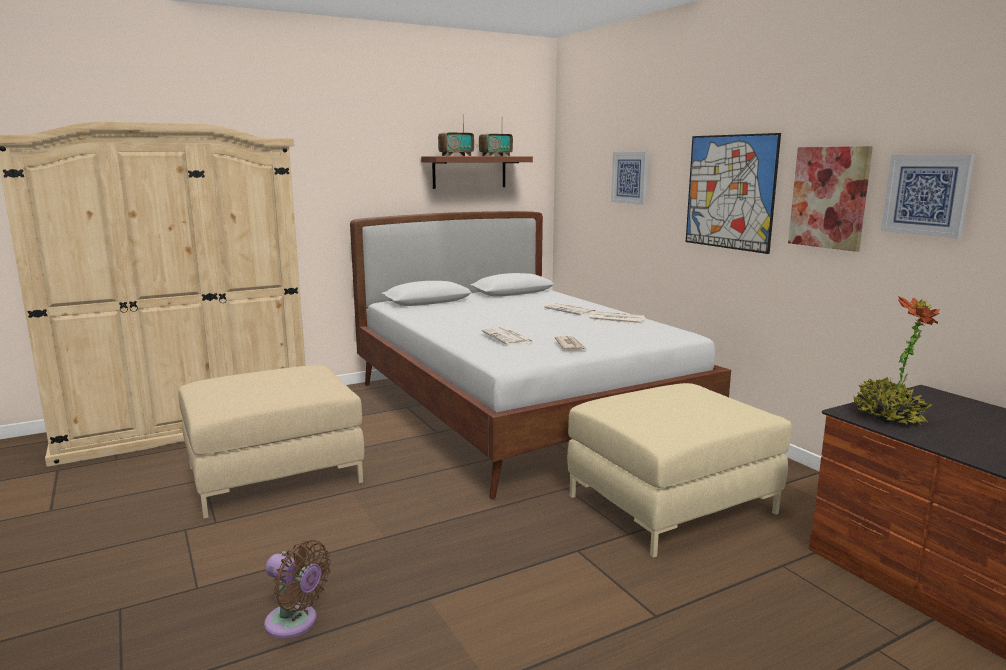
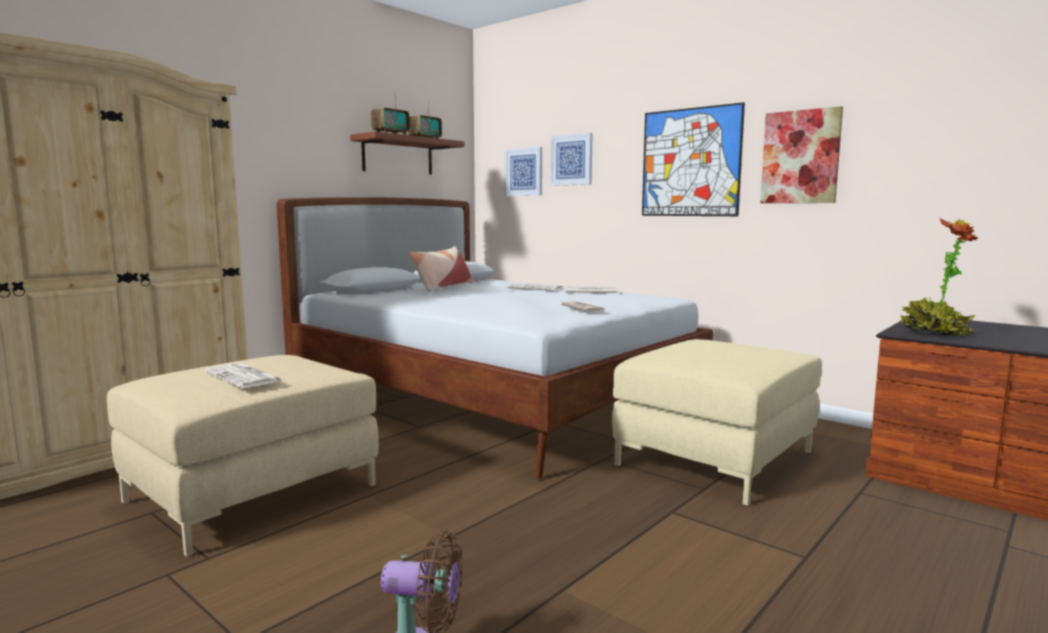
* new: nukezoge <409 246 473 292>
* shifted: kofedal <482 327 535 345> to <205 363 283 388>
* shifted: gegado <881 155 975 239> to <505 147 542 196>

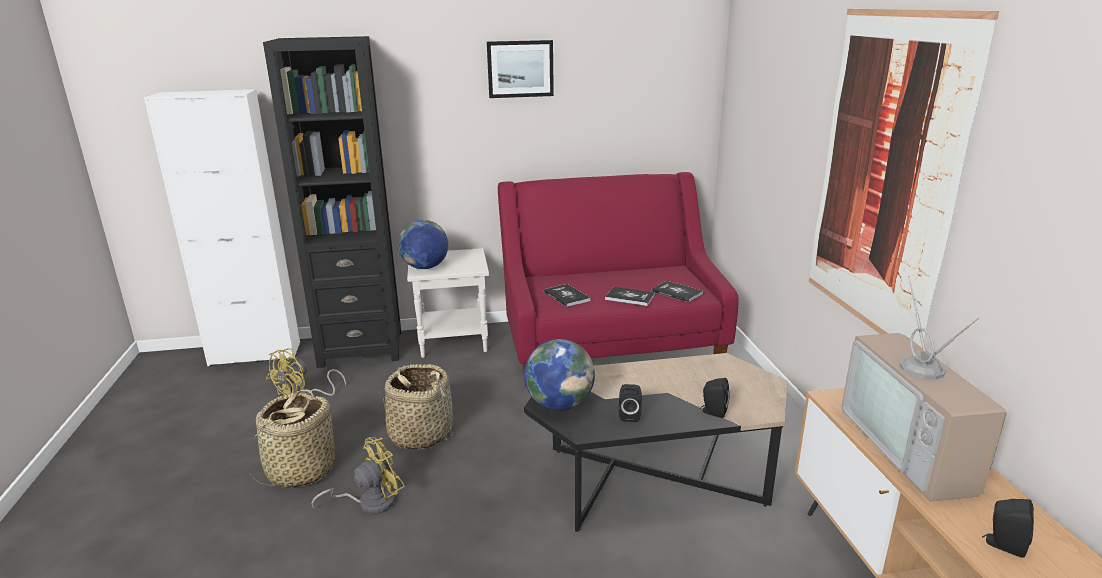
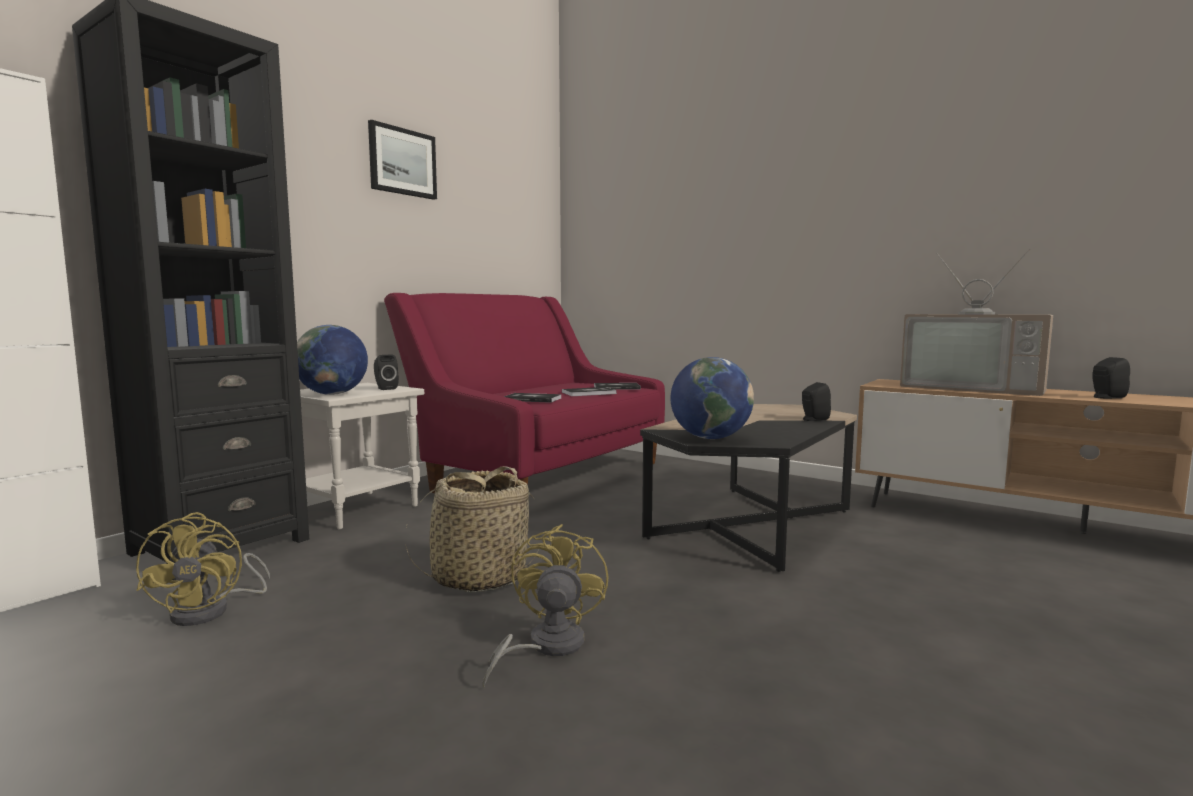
* gone: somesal <251 389 335 488>
* gone: gegado <809 9 999 347>
* shifted: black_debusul <619 384 642 422> to <374 355 399 390>

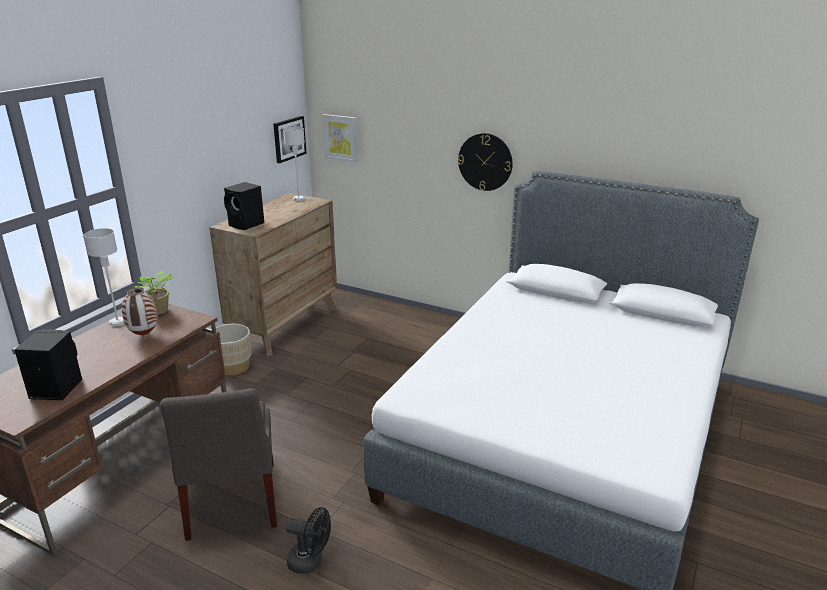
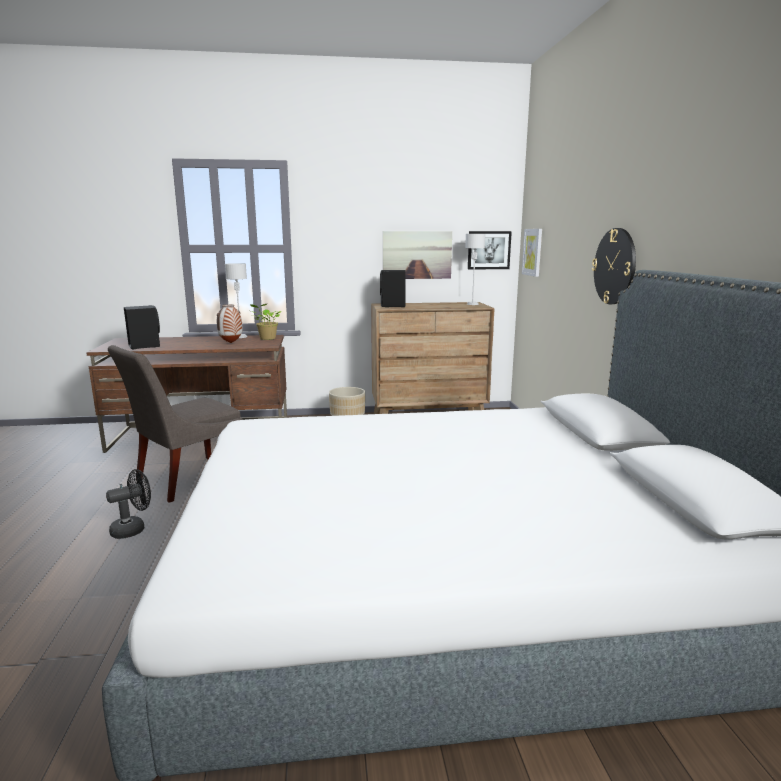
* new: gegado <383 231 452 279>
* rotated: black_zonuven <286 507 331 574> = <106 469 151 539> 105 degrees counterclockwise

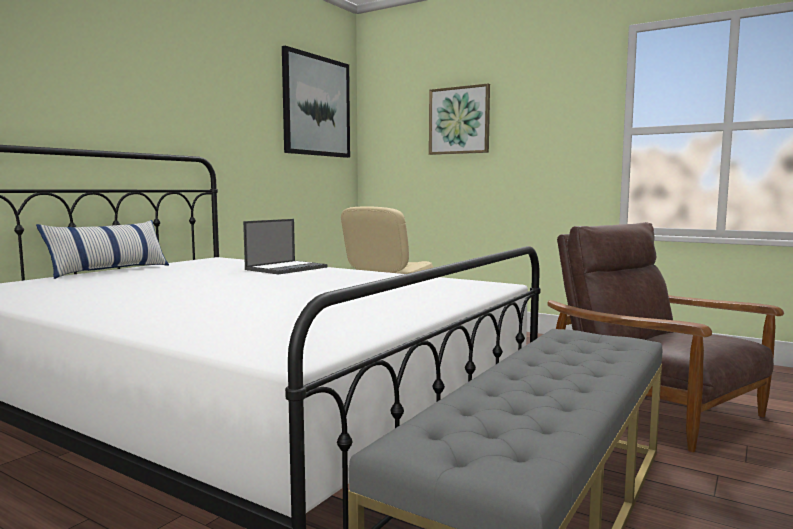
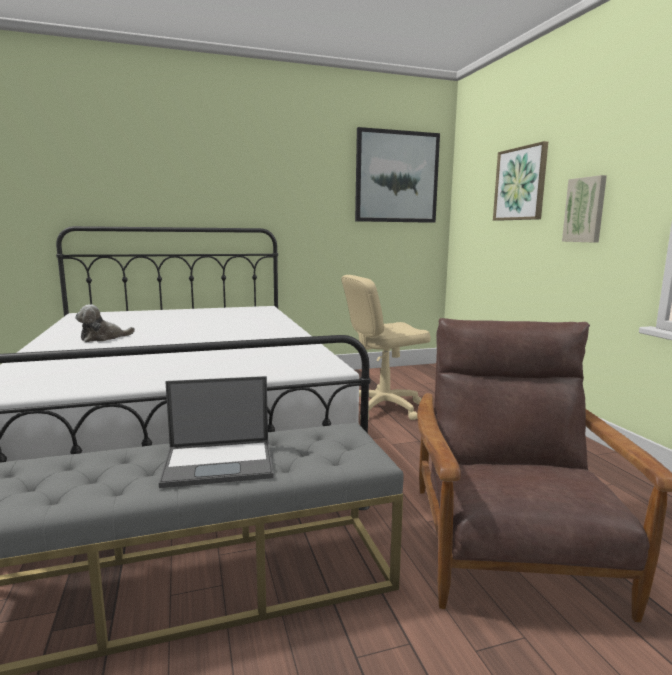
* gone: nukezoge <36 220 169 279>
* new: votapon <75 304 135 342>
* new: gegado <562 175 607 243>
* shifted: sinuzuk <243 219 328 275> to <159 376 273 488>

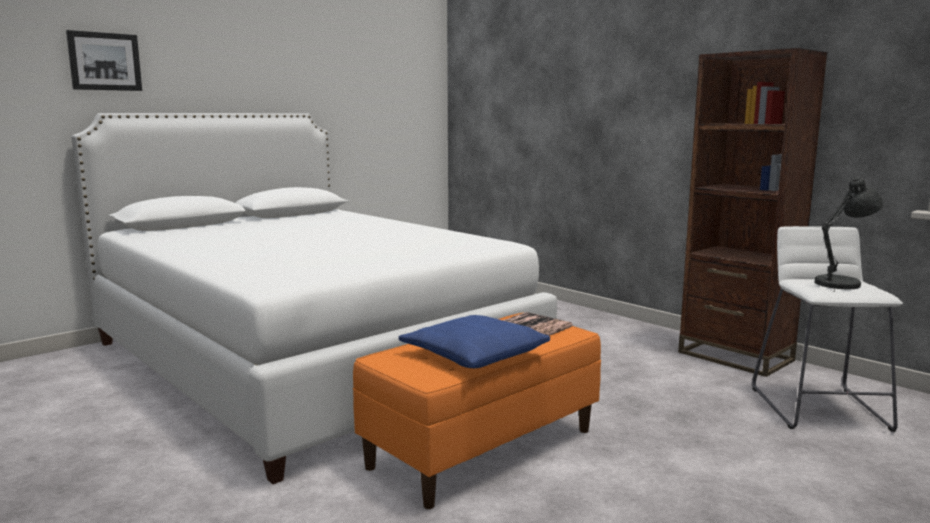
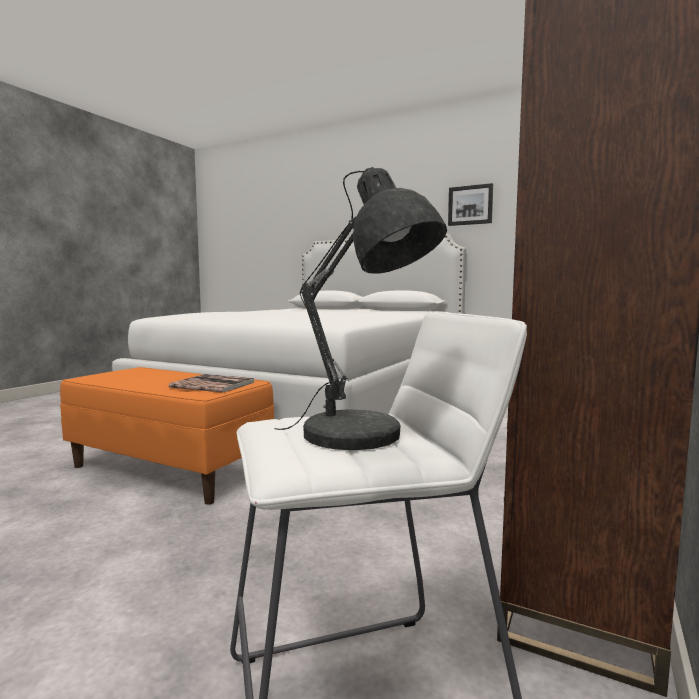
* gone: blue_nukezoge <399 315 550 368>
* shifted: gegado <66 30 142 91> to <448 183 493 226>

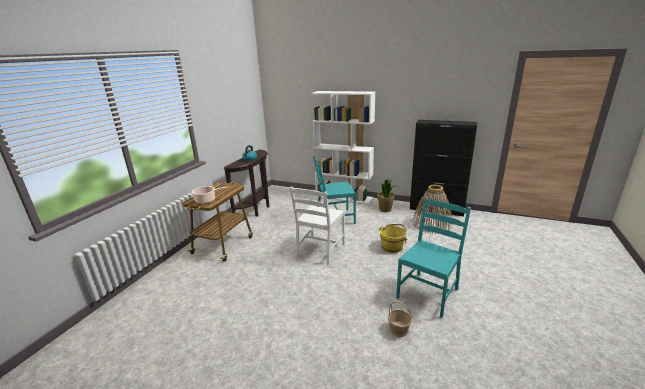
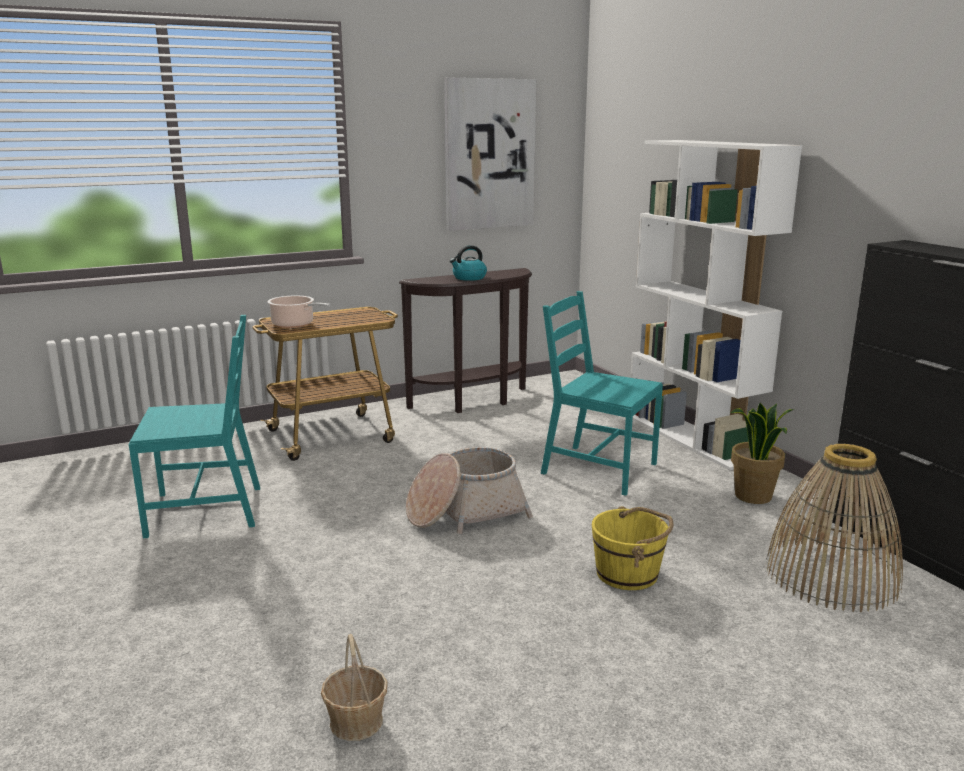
* new: gegado <444 77 536 231>
* shifted: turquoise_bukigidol <396 197 471 318> to <129 315 260 538>
* swapped: white_bukigidol <290 187 345 265> to somesal <406 447 533 534>

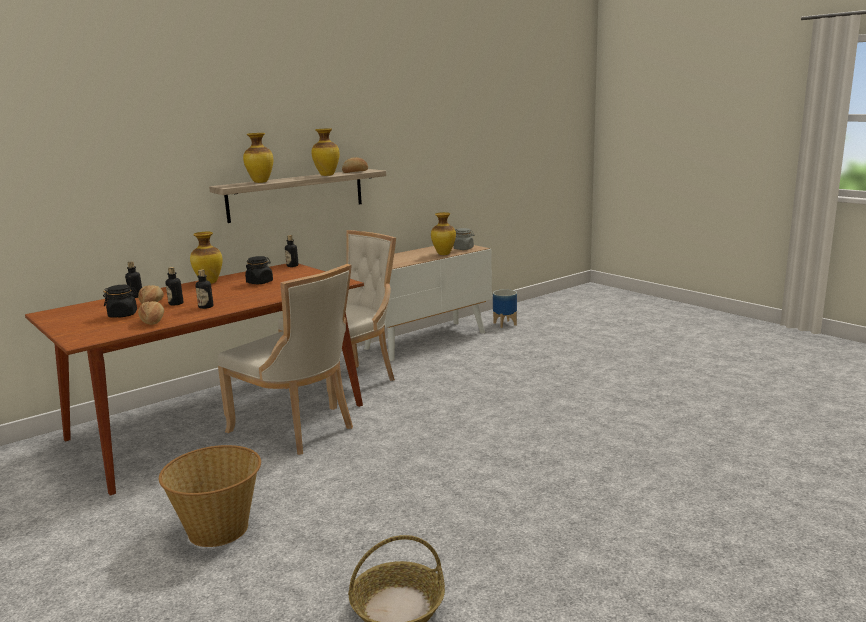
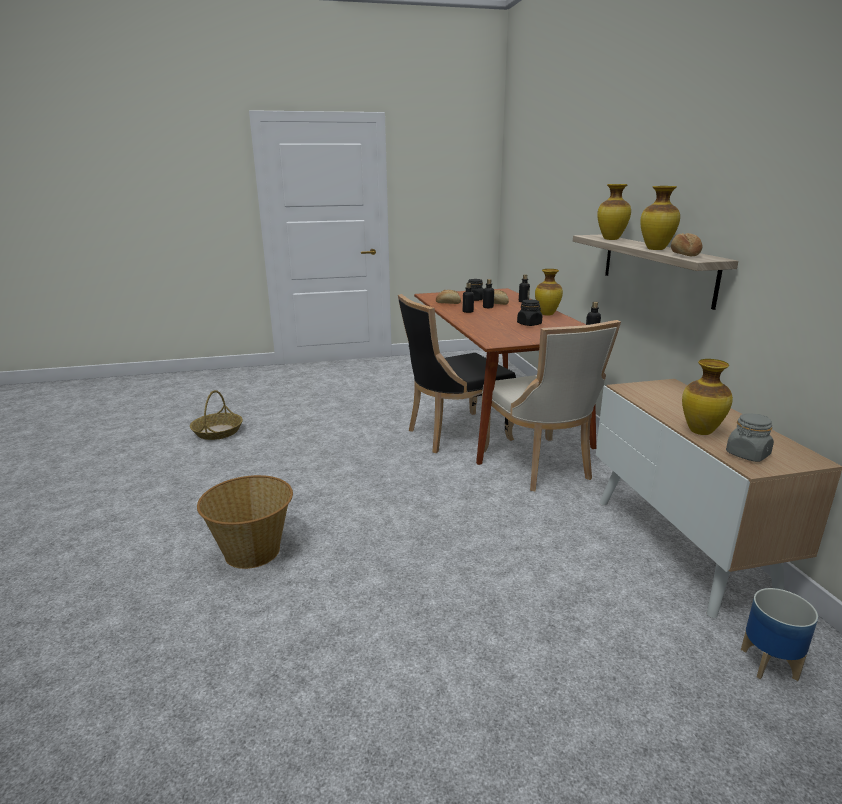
* shifted: somesal <159 445 261 547> to <197 475 293 569>
* repainted: beige_bukigidol <217 264 353 455> to black_bukigidol <398 294 516 453>

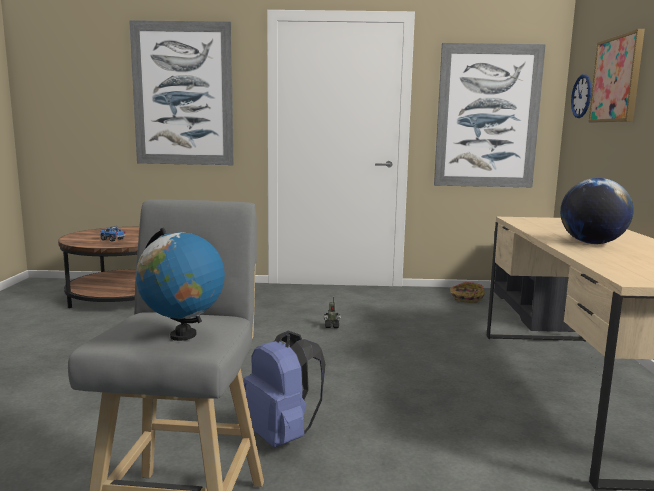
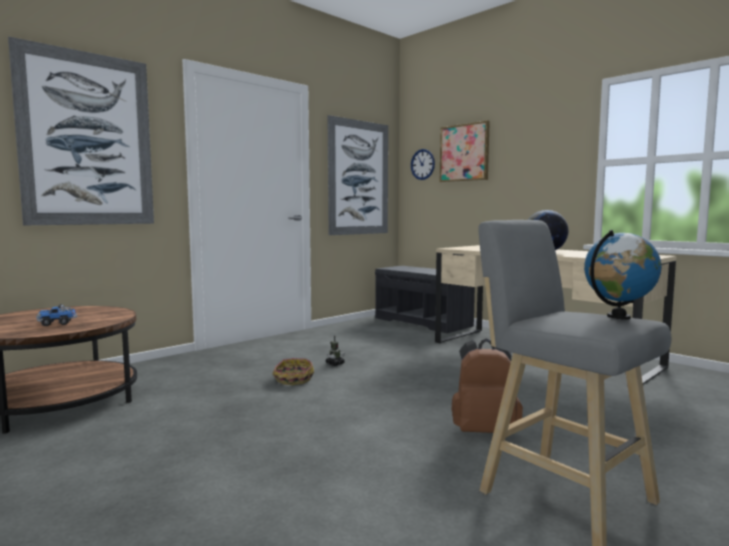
* shifted: somesal <450 282 485 303> to <272 358 314 385>
* repainted: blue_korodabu <243 331 326 448> to brown_korodabu <451 338 523 433>

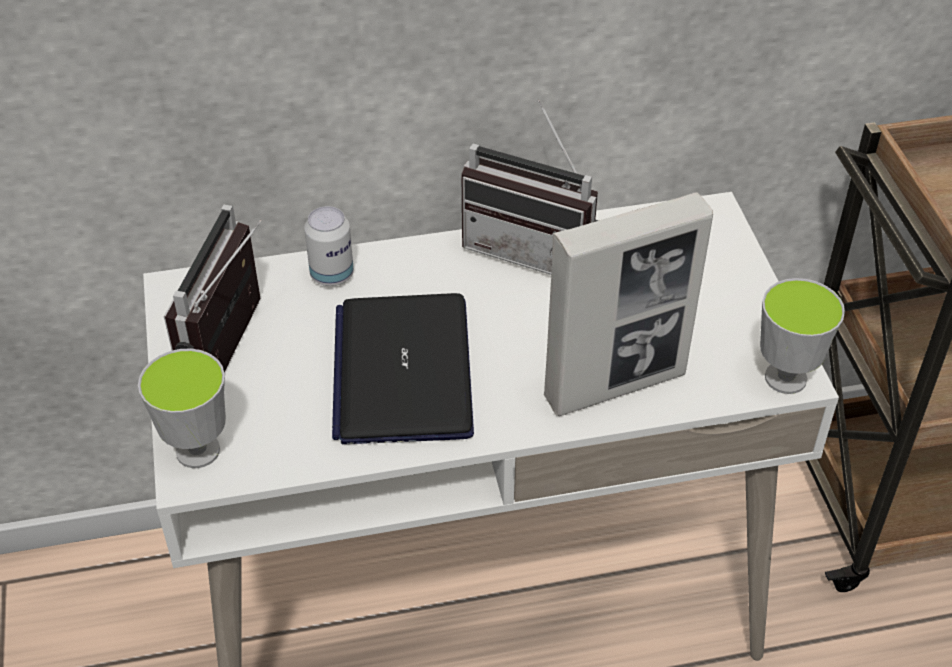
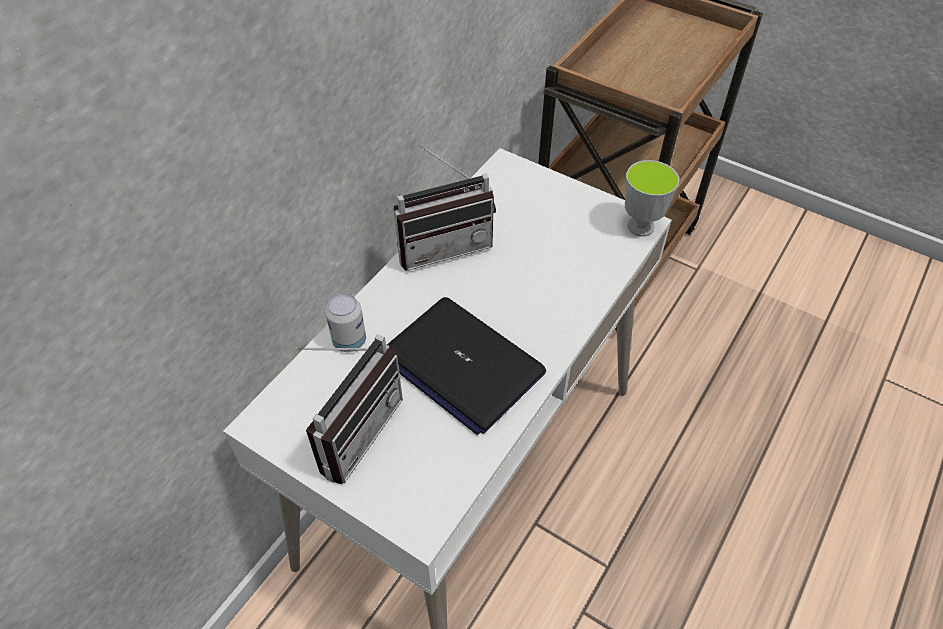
* gone: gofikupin <138 348 226 468>
* gone: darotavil <544 192 713 416>
* rotated: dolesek <164 205 262 372> = <296 334 403 484> 120 degrees counterclockwise

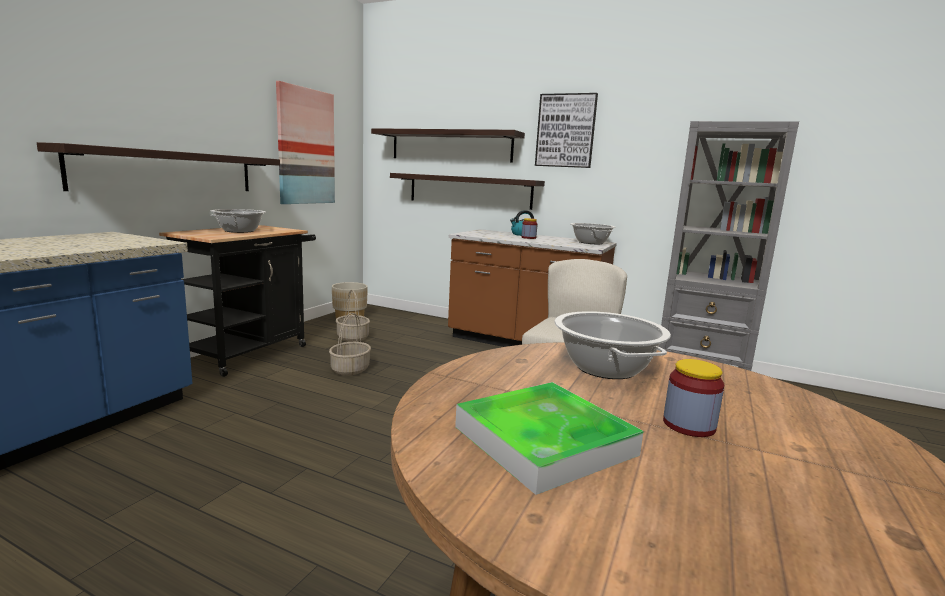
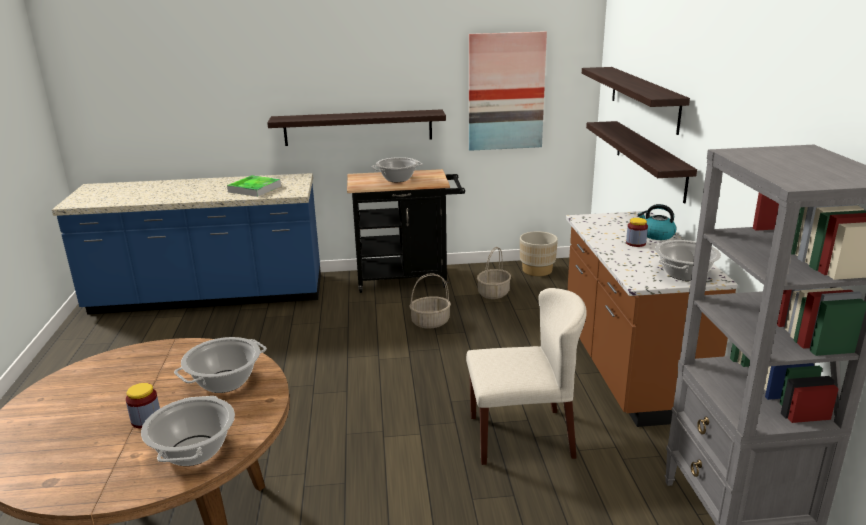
* gone: gegado <535 93 598 168>
* new: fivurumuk <141 396 235 466>
* shifted: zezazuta <455 382 644 495> to <227 175 281 197>

